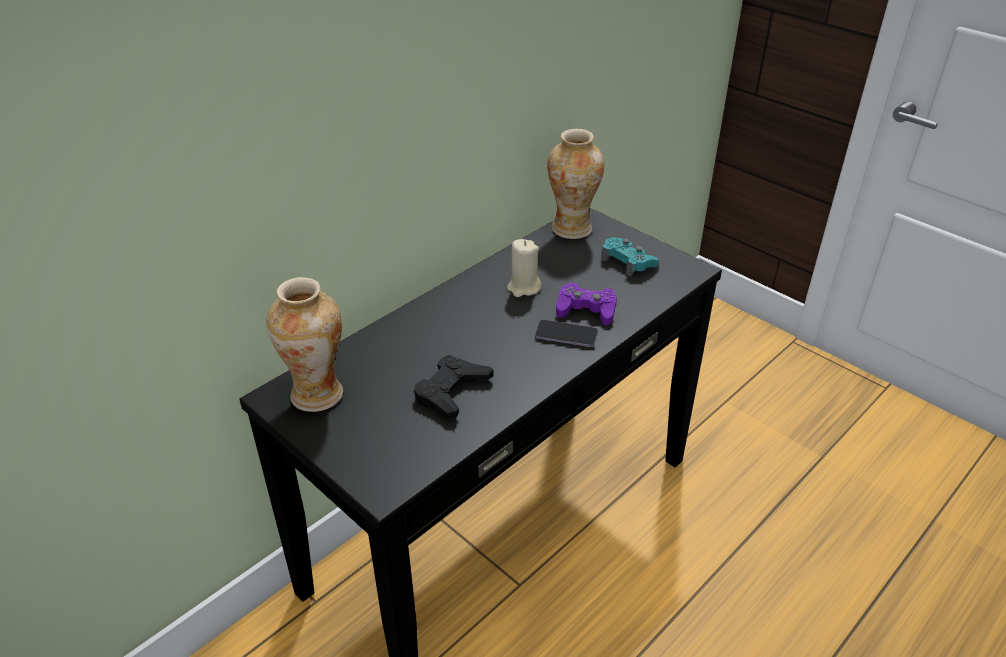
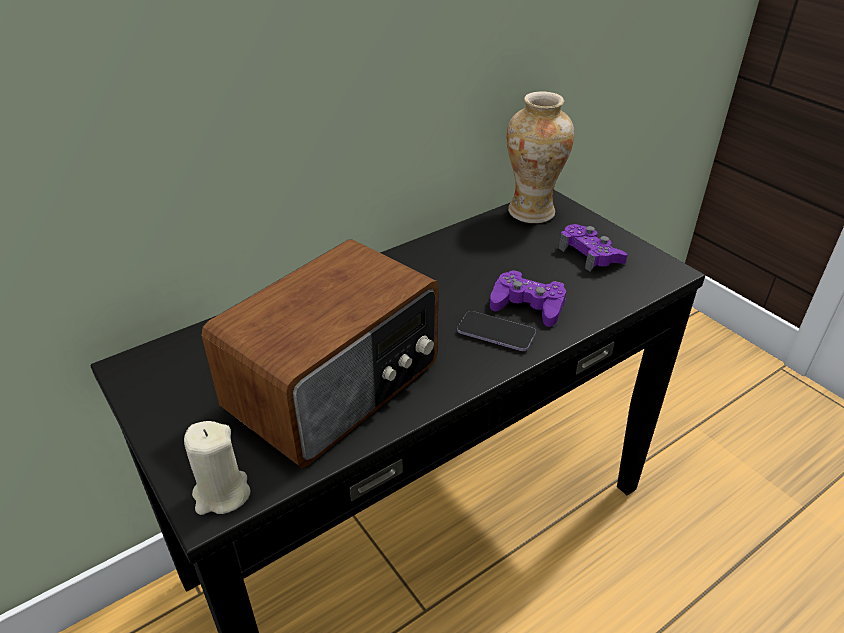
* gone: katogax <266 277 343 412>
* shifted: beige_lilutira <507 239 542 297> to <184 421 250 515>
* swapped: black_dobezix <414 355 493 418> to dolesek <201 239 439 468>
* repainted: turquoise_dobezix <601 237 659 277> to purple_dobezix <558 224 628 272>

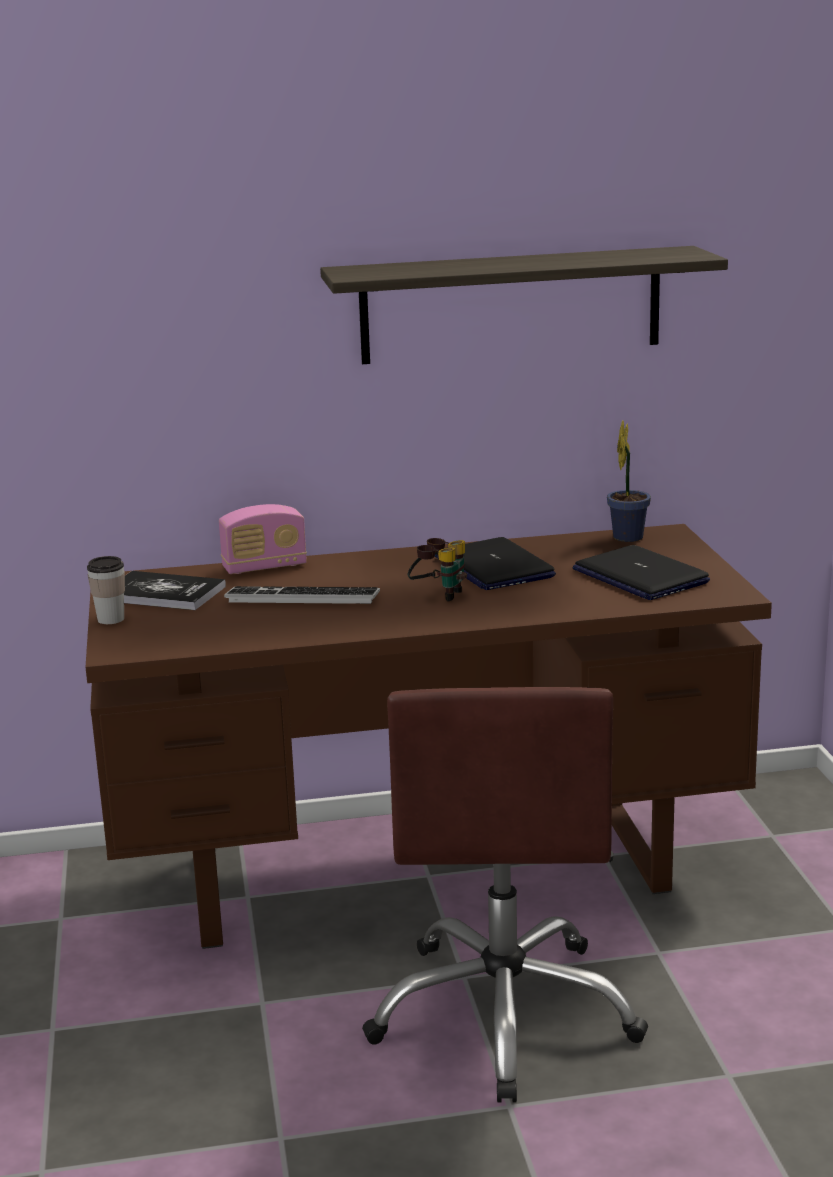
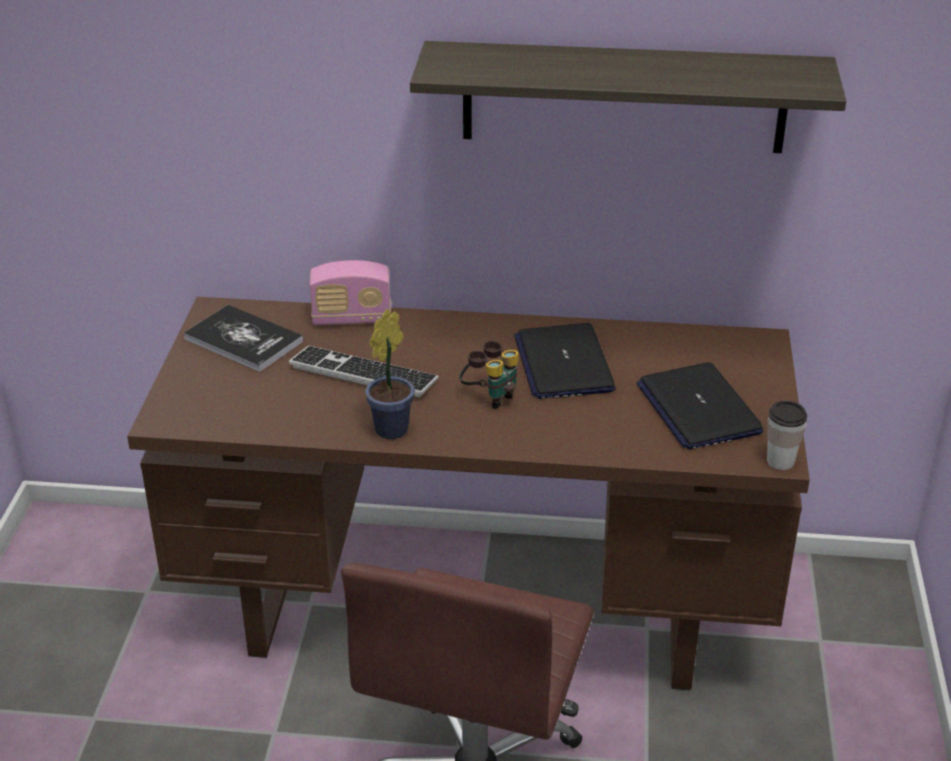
* shifted: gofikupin <87 556 125 624> to <767 400 807 470>
* shifted: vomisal <607 420 651 542> to <365 309 415 439>

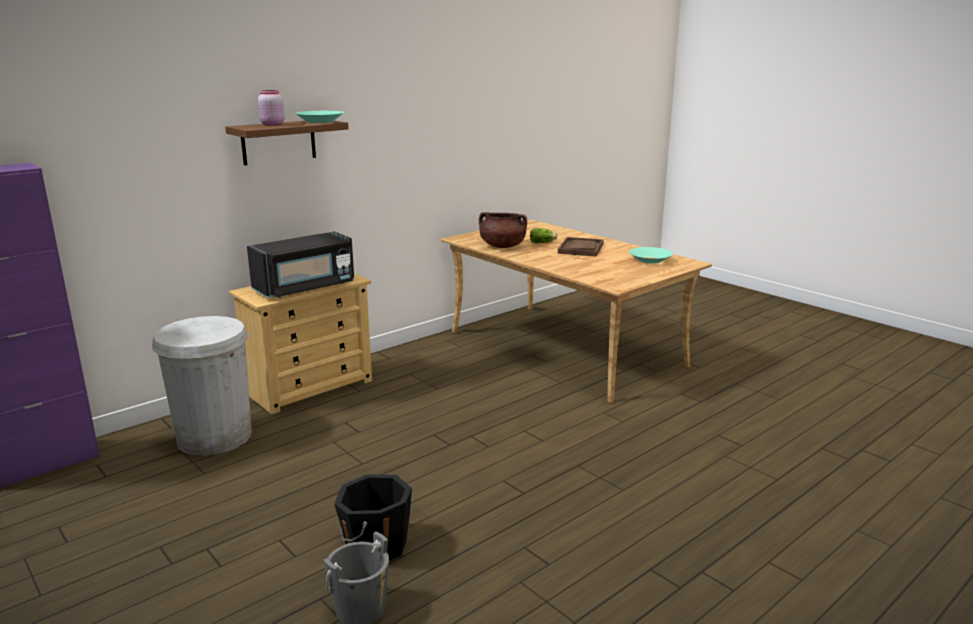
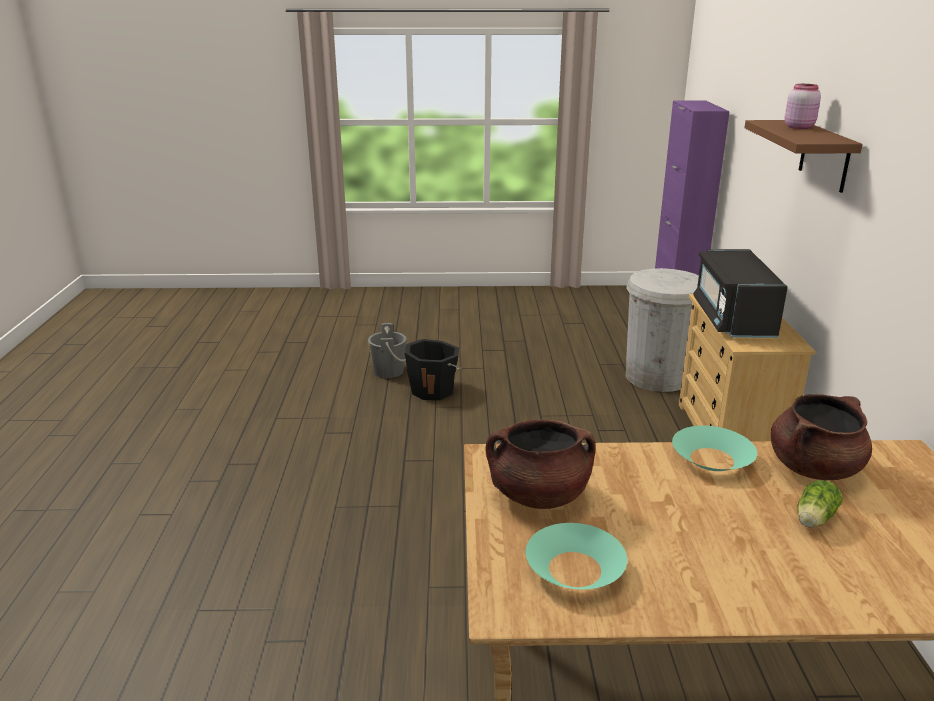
* gone: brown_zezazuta <558 237 604 256>
* new: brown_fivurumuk <486 419 596 509>
* shifted: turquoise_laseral <295 111 344 123> to <672 426 757 471>

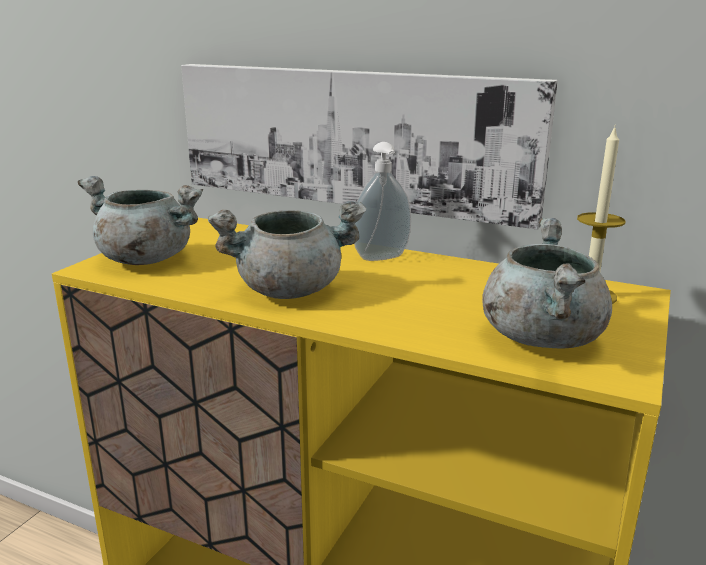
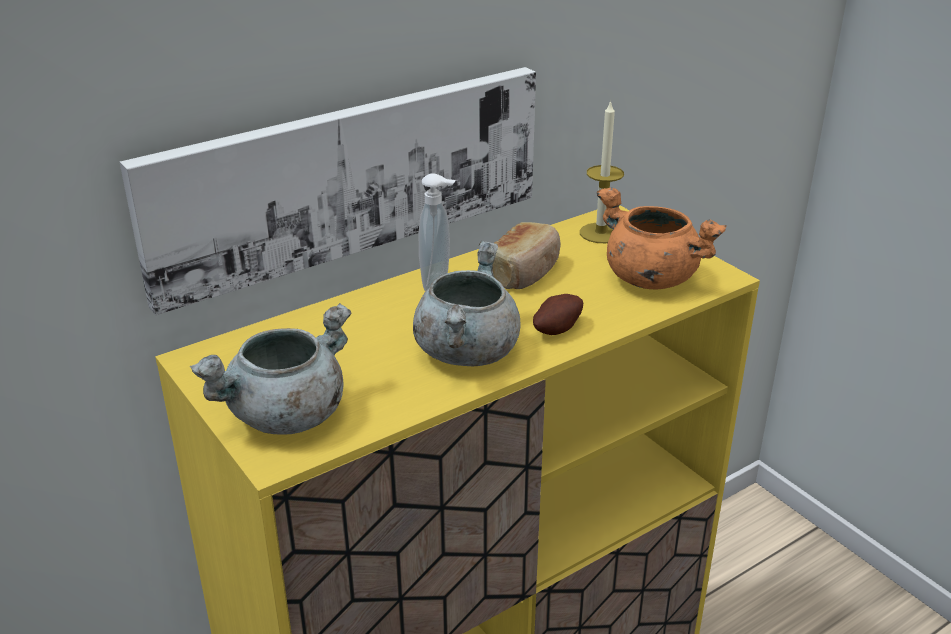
* new: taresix <492 222 561 289>
* new: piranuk <533 294 583 335>
* repainted: grey_fivurumuk <482 218 612 348> to orange_fivurumuk <597 188 726 289>

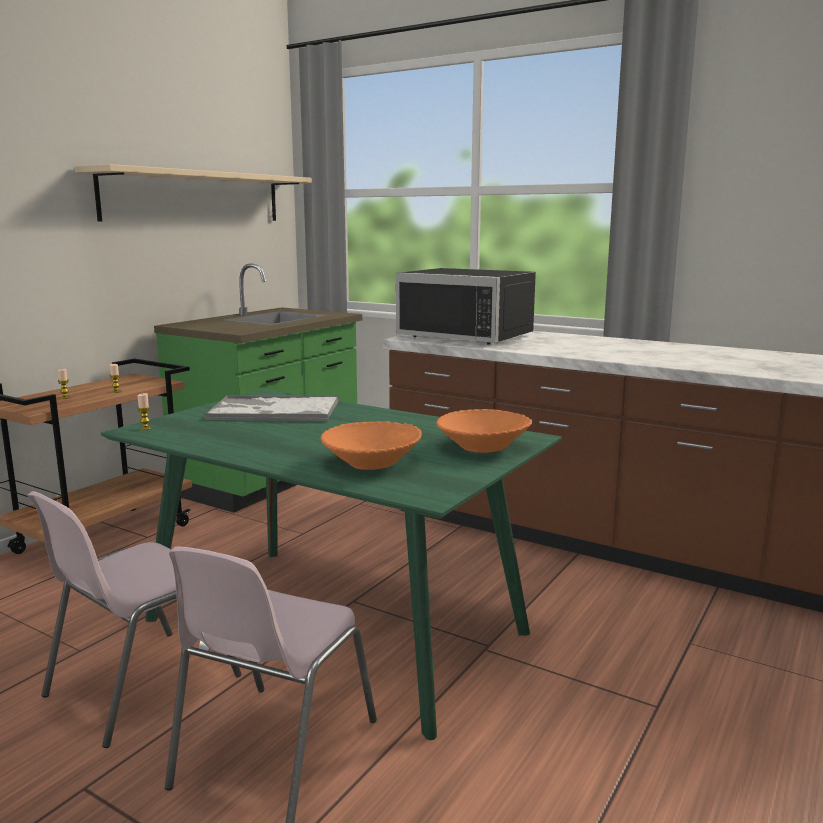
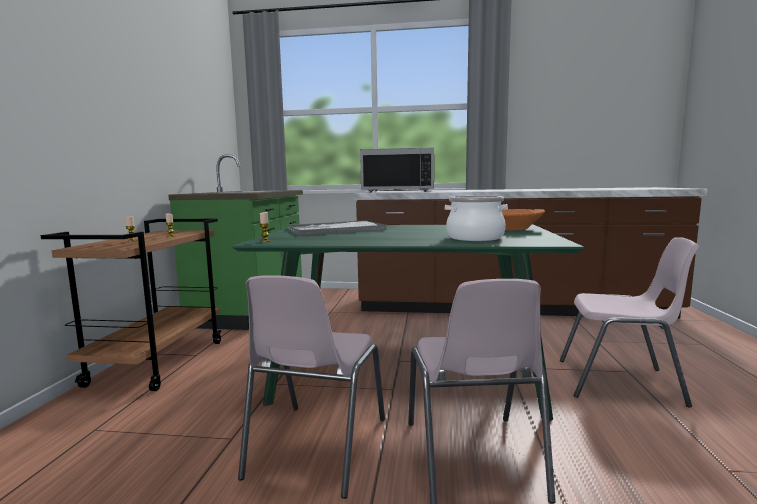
* gone: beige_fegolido <75 164 312 222>
* new: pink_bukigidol <560 237 699 408>
* swapped: orange_laseral <321 421 422 470> to fivurumuk <444 196 508 241>

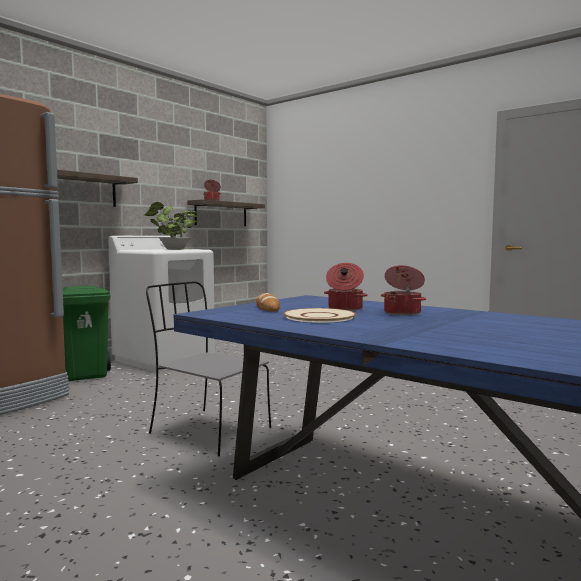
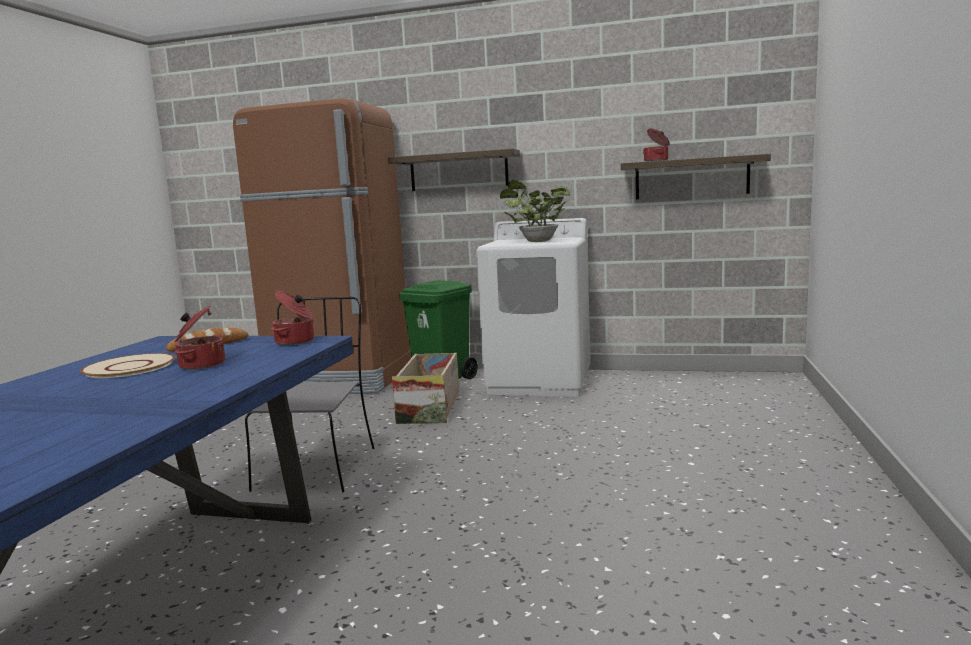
* new: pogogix <392 353 459 424>
* shifted: fivurumuk <381 265 426 315> to <271 291 314 345>

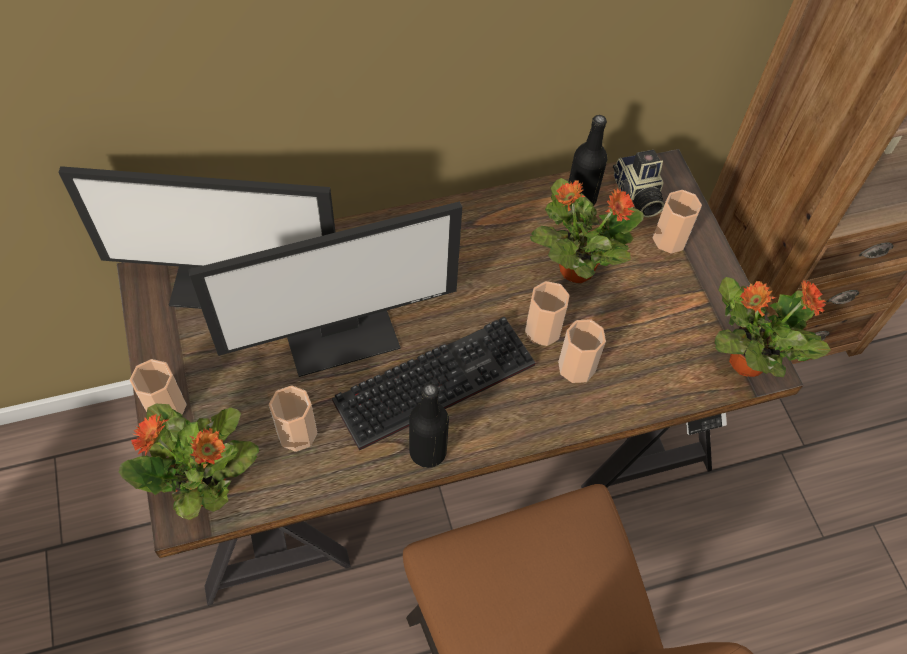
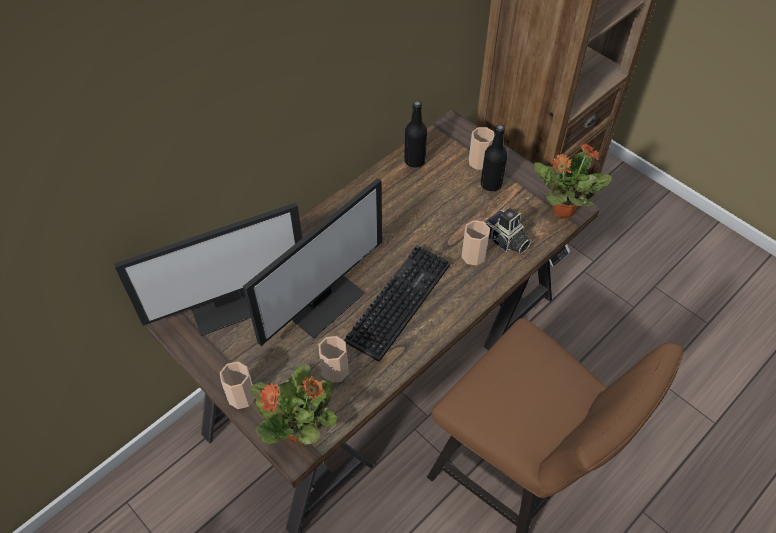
* gone: gofikupin <525 281 570 346>
* gone: vomisal <530 178 643 283>
* shifted: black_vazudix <409 383 449 468> to <481 125 507 192>
* shifted: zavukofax <613 150 664 218> to <485 208 531 254>

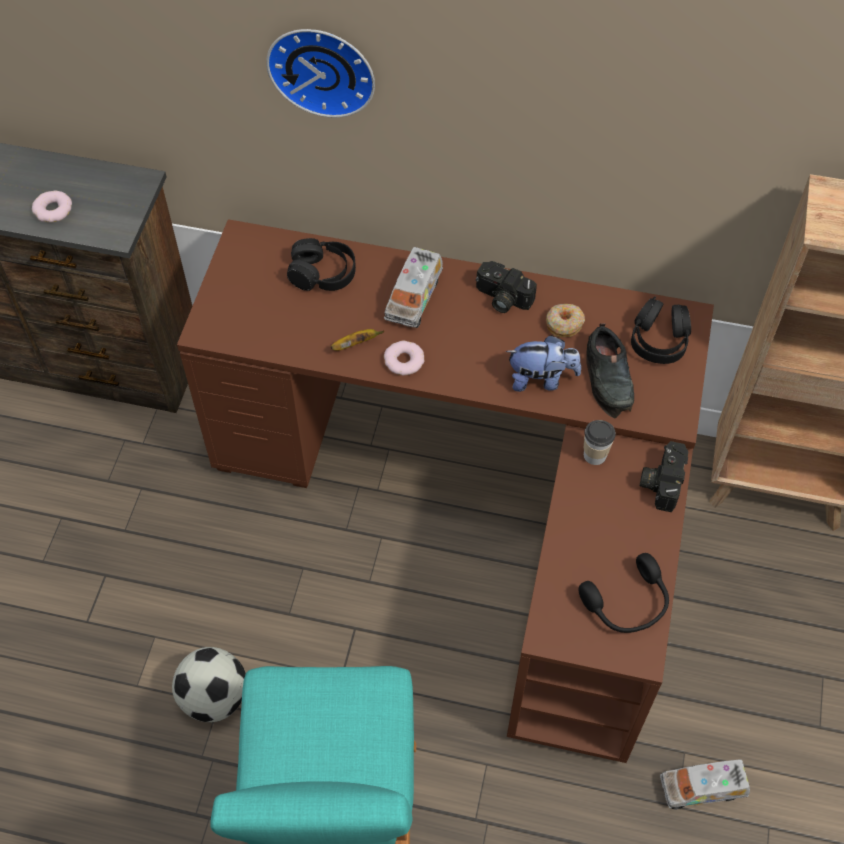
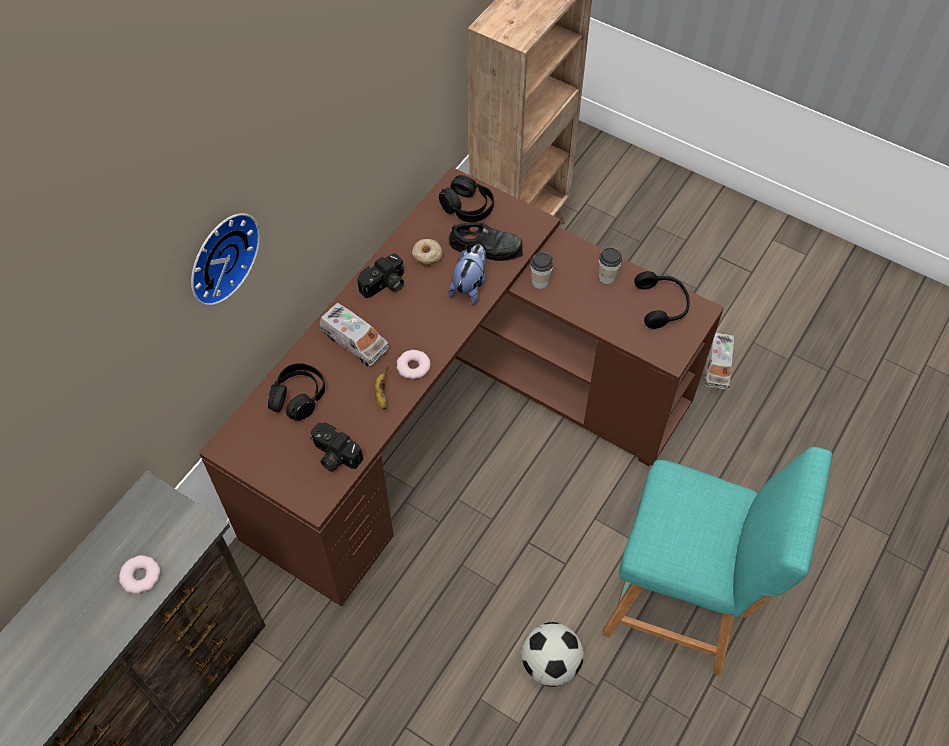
* new: gofikupin <599 248 622 284>
* shifted: zavukofax <640 441 688 512> to <310 422 363 472>

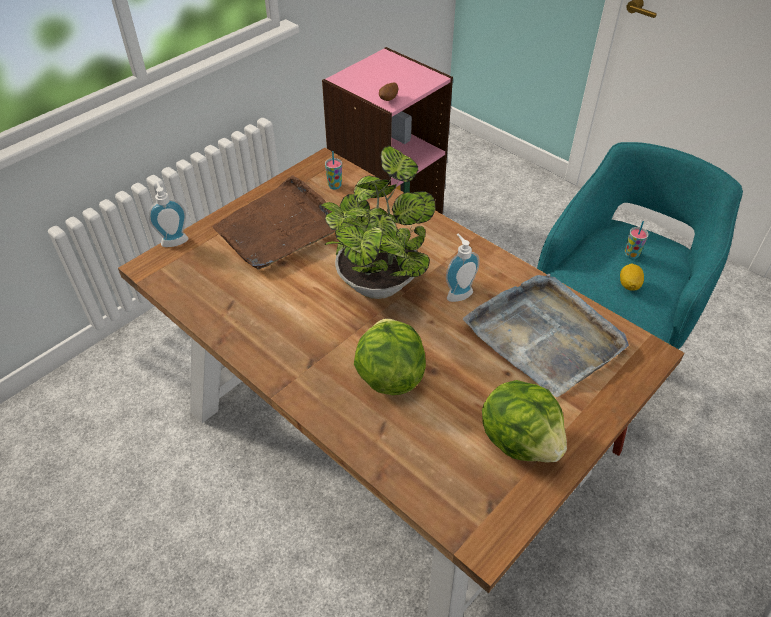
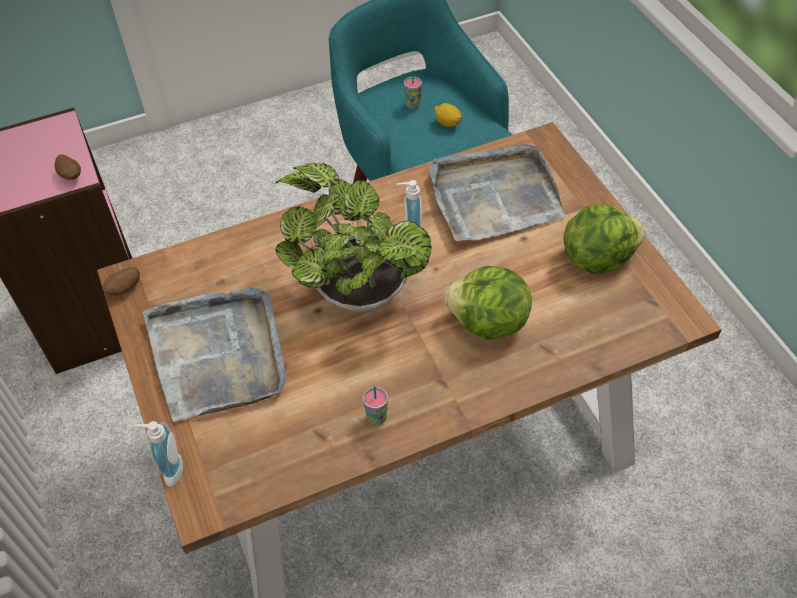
* new: piranuk <102 267 140 295>
* shifted: gofikupin <325 151 342 189> to <363 386 388 426>
* repainted: brown_zezazuta <212 175 336 270> to grey_zezazuta <143 287 287 422>

